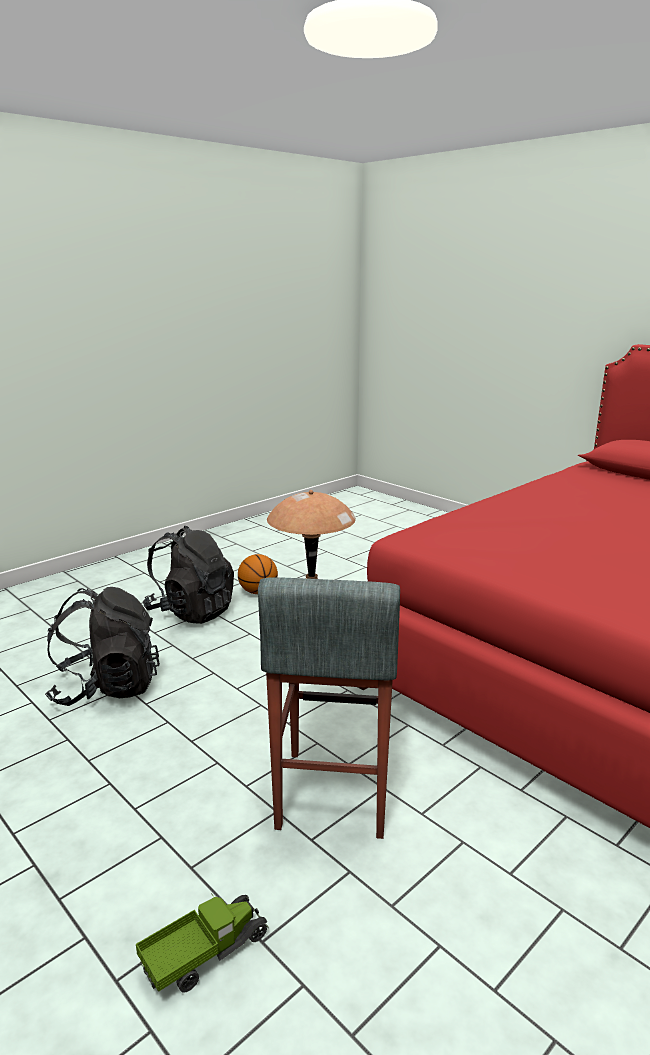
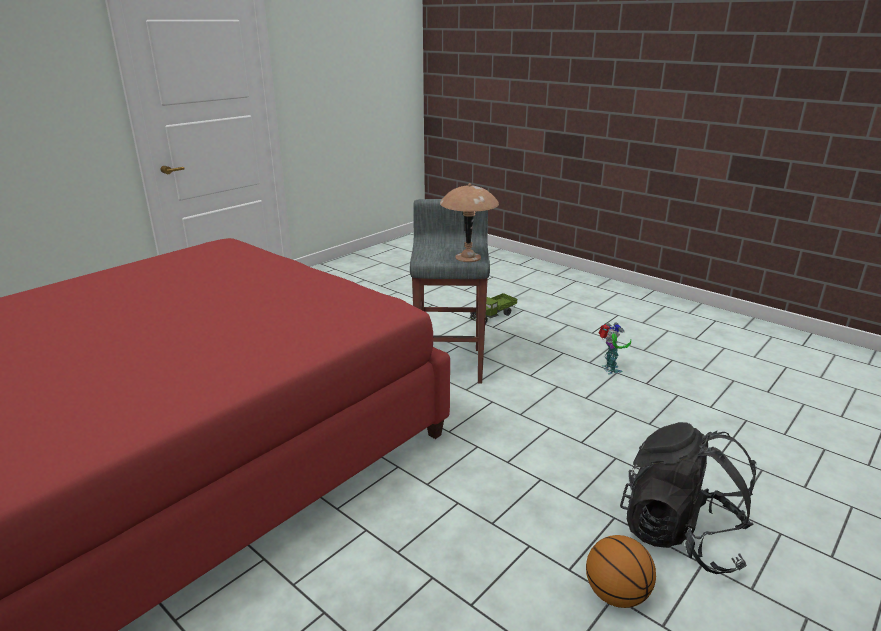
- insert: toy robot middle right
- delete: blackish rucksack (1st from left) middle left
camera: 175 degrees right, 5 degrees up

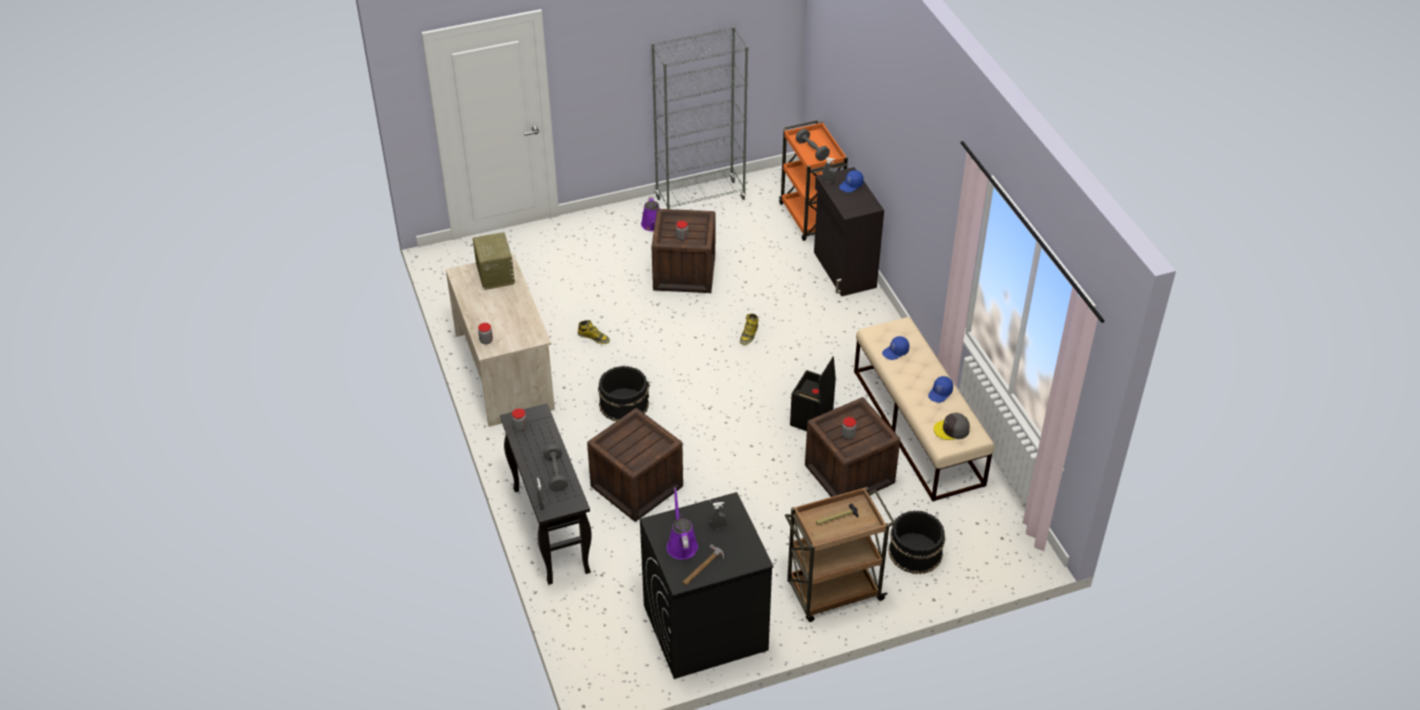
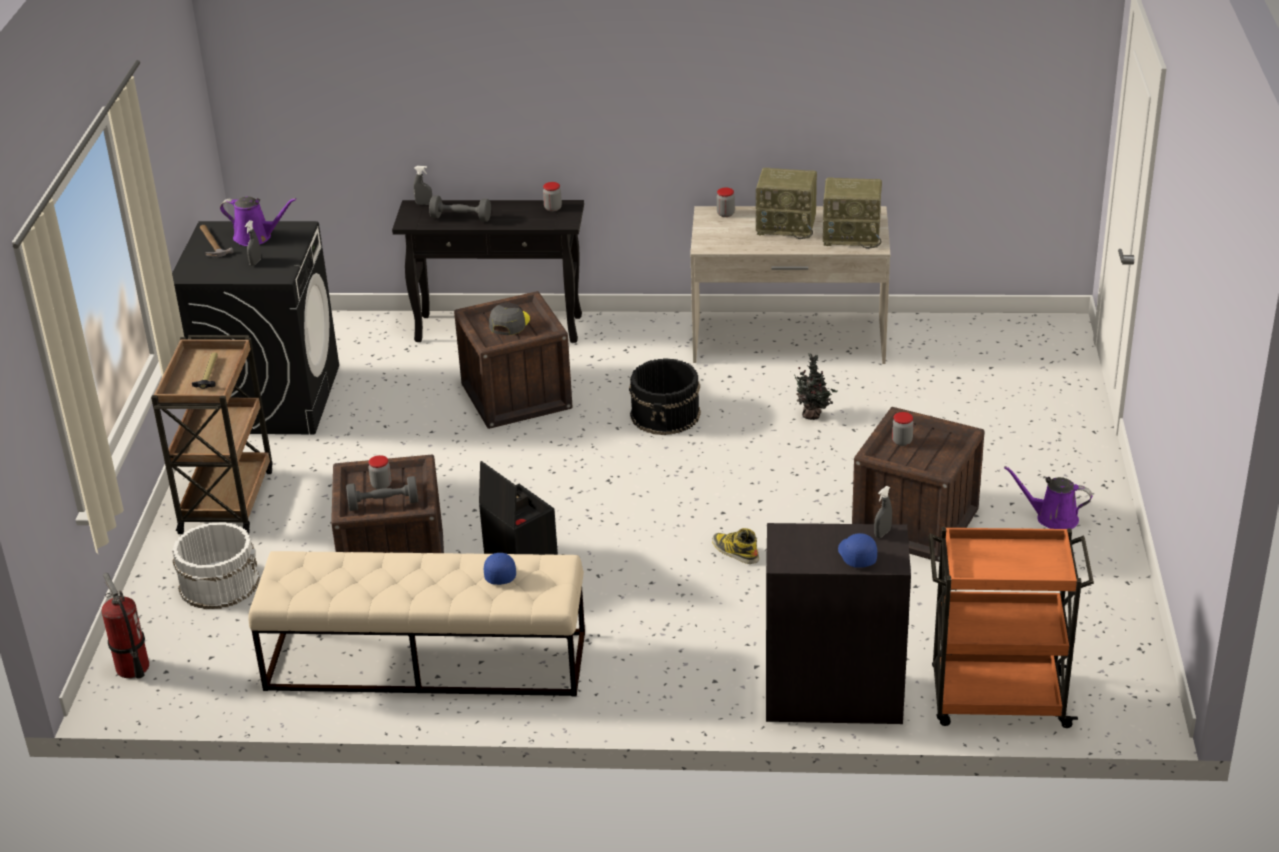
- insert: extinguisher bottom left
- recolor: blackish water bucket (2nd from left) bottom centre to white water bucket middle left
- move: greyish free weight (2nd from left in the first image) top centre to greyish free weight (1st from left) middle left
- move: greyish peaked cap middle right to centre
- insert: radio set (1st from left) top centre
- replace: boot (1st from left) centre to plant in a pot centre
- delete: greyish shelving unit top centre
- delete: blue-coloured peaked cap (3rd from left) centre
camera: 115 degrees right, 10 degrees down

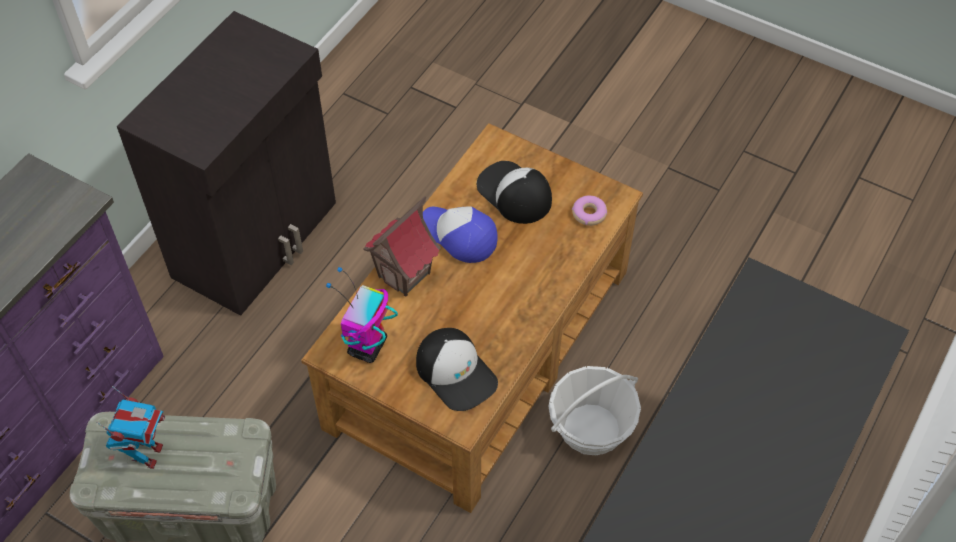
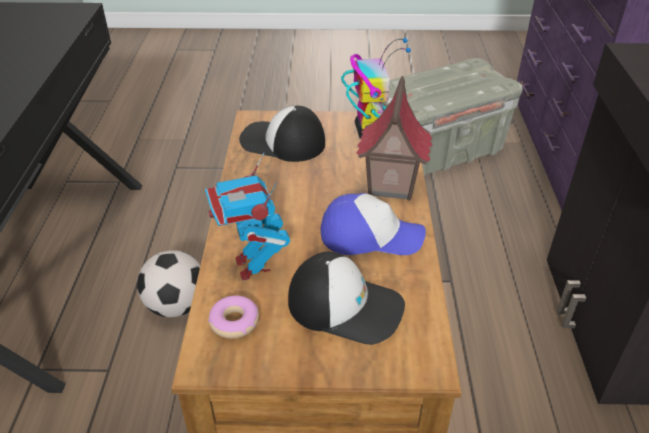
- replace: household basket bottom centre to football ball middle left
- move: toy robot (1st from left) bottom left to centre
camera: 150 degrees right, 15 degrees down

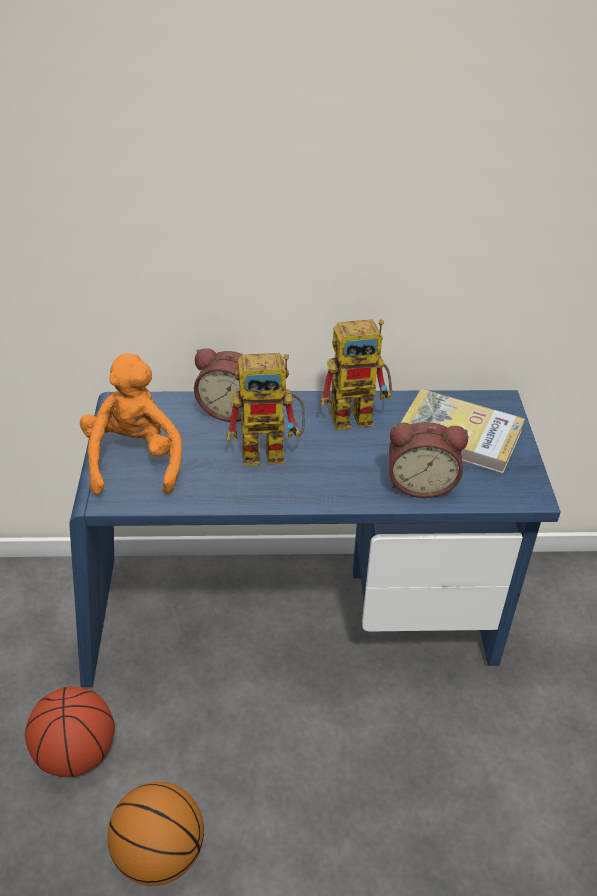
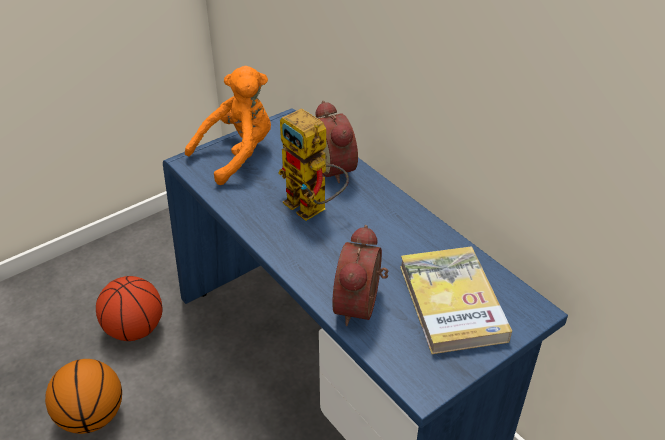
- rotate: bedside clock (2nd from left) middle right = centre 45 degrees clockwise
- delete: toy robot (2nd from left) centre
camera: 55 degrees right, 0 degrees up

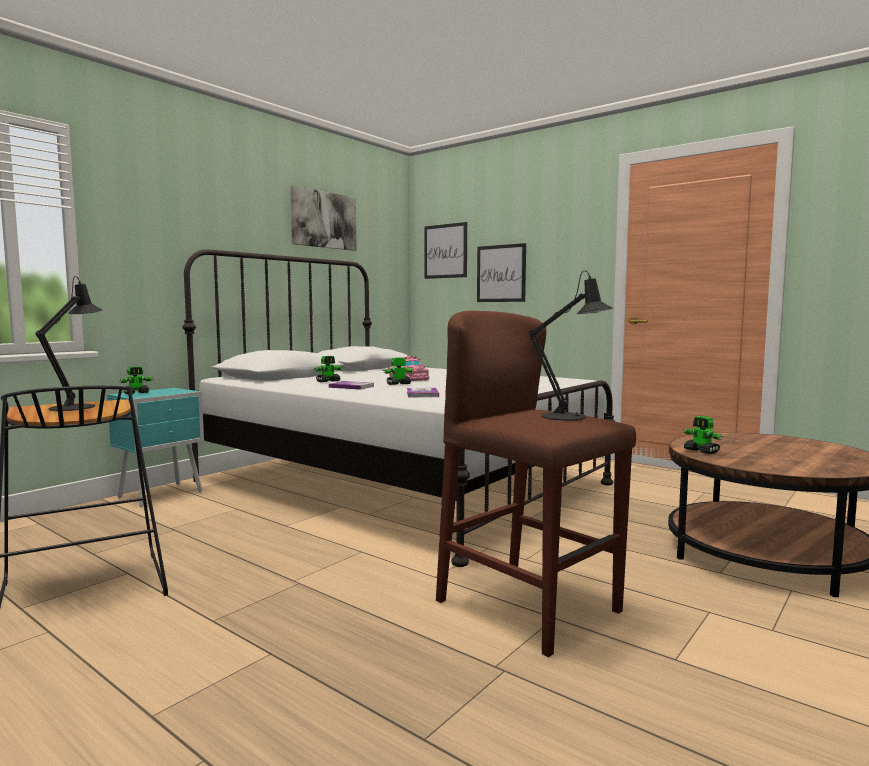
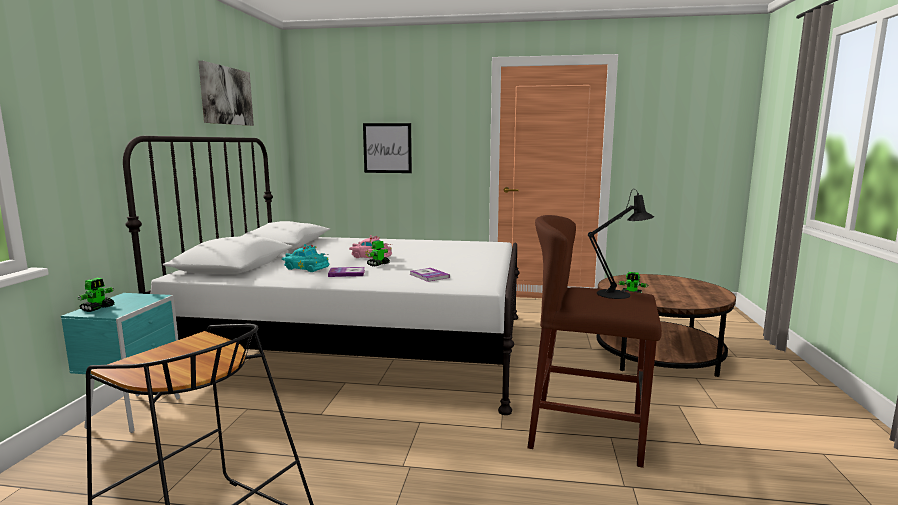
- replace: toy robot (2nd from left) centre to turquoise-coloured toy car centre
- delete: blackish table lamp (1st from left) middle left
- delete: wall art (2nd from left) top centre
camera: 30 degrees left, 5 degrees up

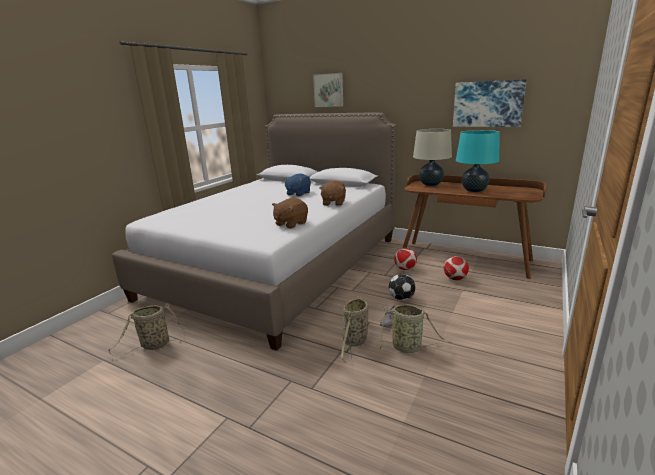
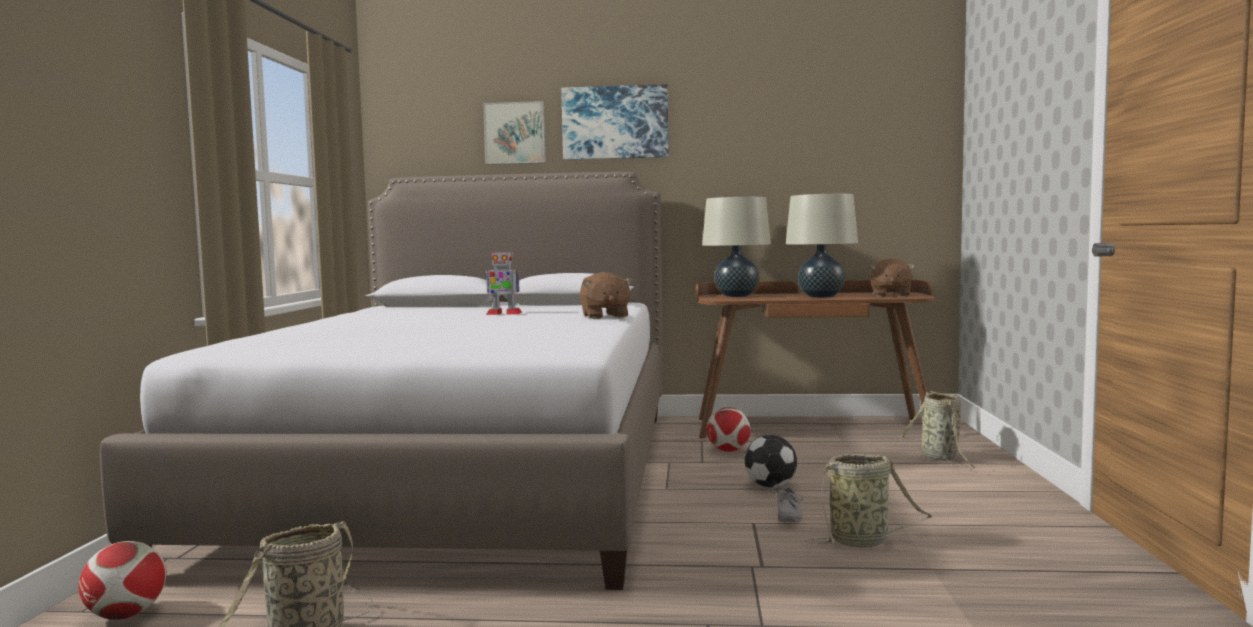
- move: football ball (3rd from left in the first image) middle right to football ball (1st from left) bottom left
- replace: blue-coloured plush toy centre to toy robot centre
- move: wall art (2nd from left) top right to top centre
- recolor: turquoise-coloured table lamp middle right to beige-coloured table lamp (2nd from left) centre
- move: brownish plush toy (1st from left in the first image) centre to brownish plush toy (2nd from left) middle right
- move: household basket (2nd from left in the first image) bottom centre to household basket (3rd from left) bottom right
camera: 25 degrees left, 15 degrees down

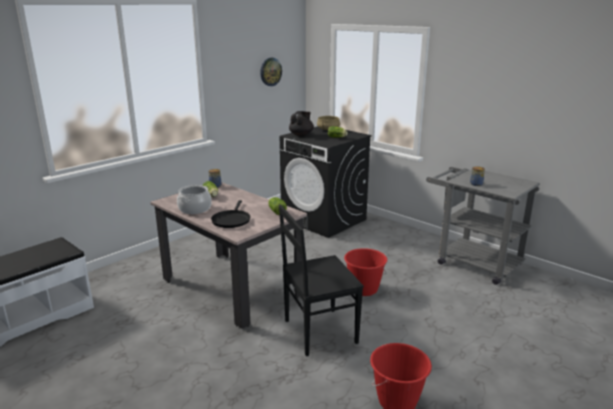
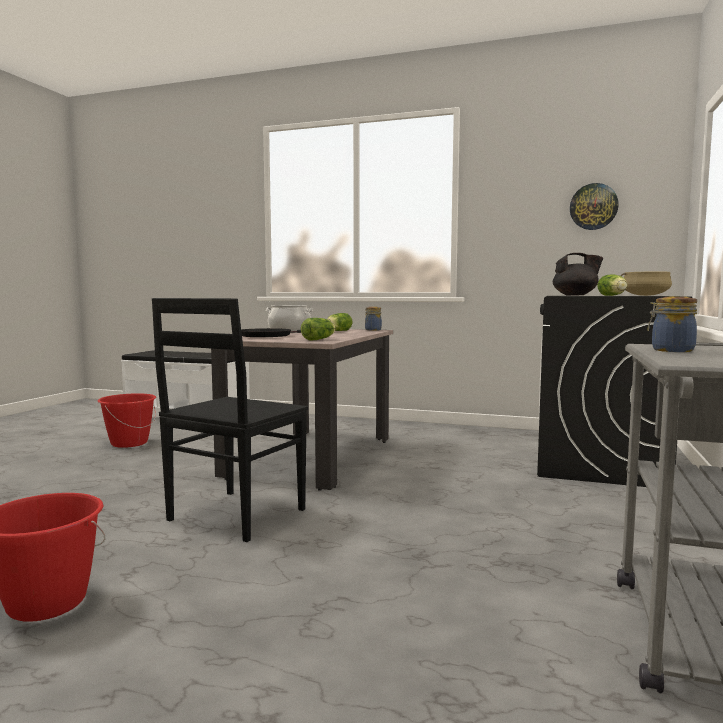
- move: red water bucket (1st from left in the first image) centre to red water bucket (2nd from left) middle left
- rotate: blackish plain chair bottom centre = middle left 105 degrees counterclockwise
camera: 65 degrees right, 15 degrees down

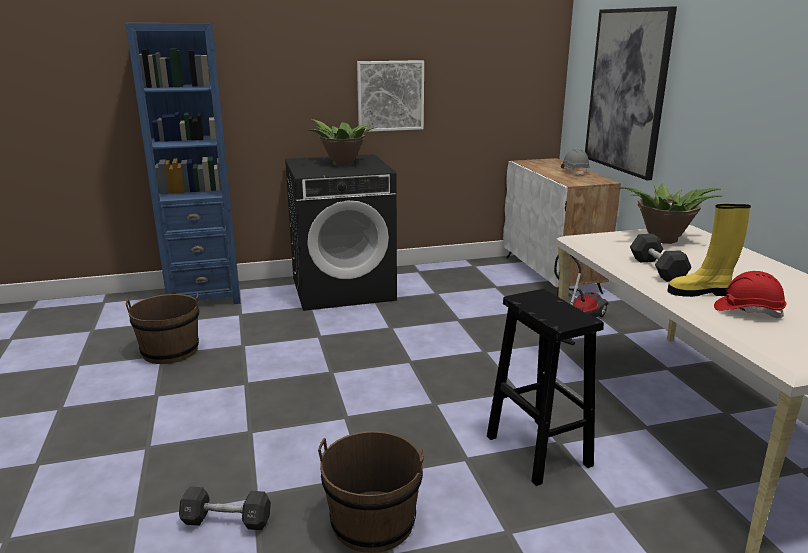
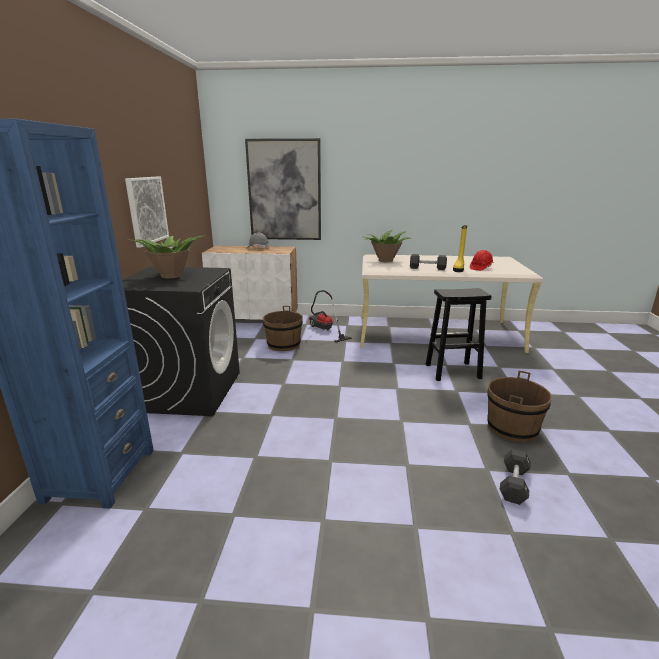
- move: brownish water bucket (1st from left) middle left to centre
camera: 70 degrees left, 0 degrees up

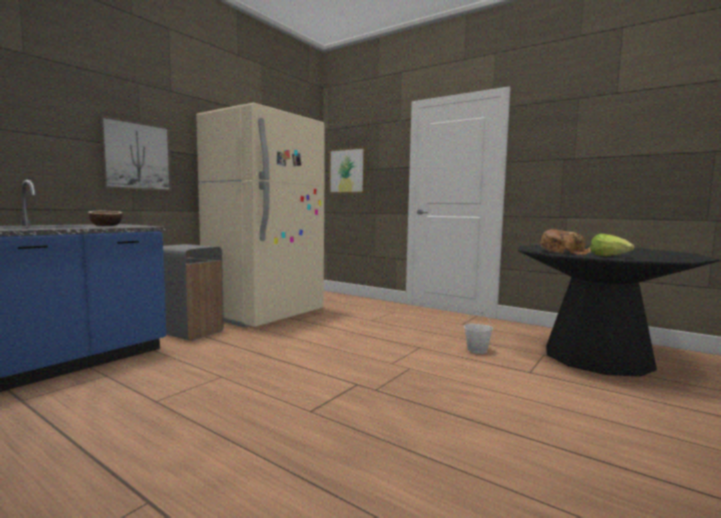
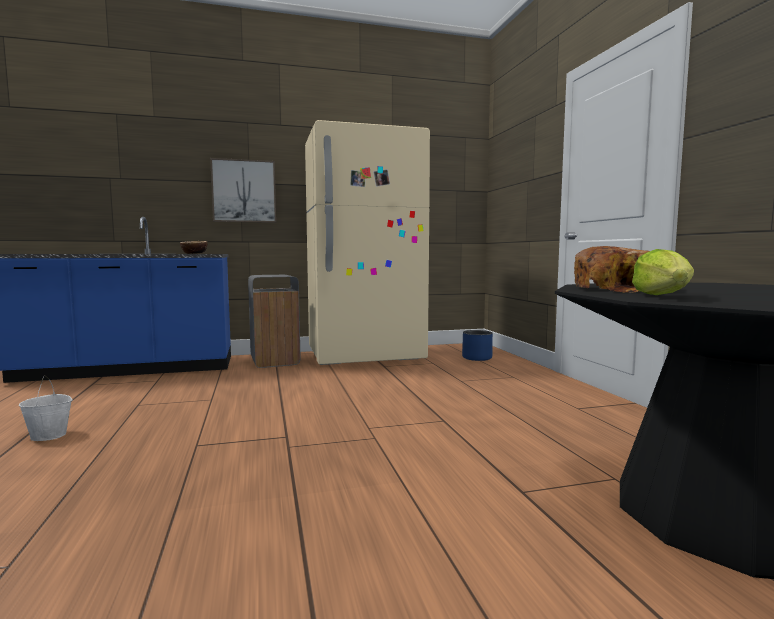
- move: white water bucket centre to middle left
- insert: blue-coloured flower pot centre
- delete: wall art (2nd from left) top centre
camera: 40 degrees right, 0 degrees up

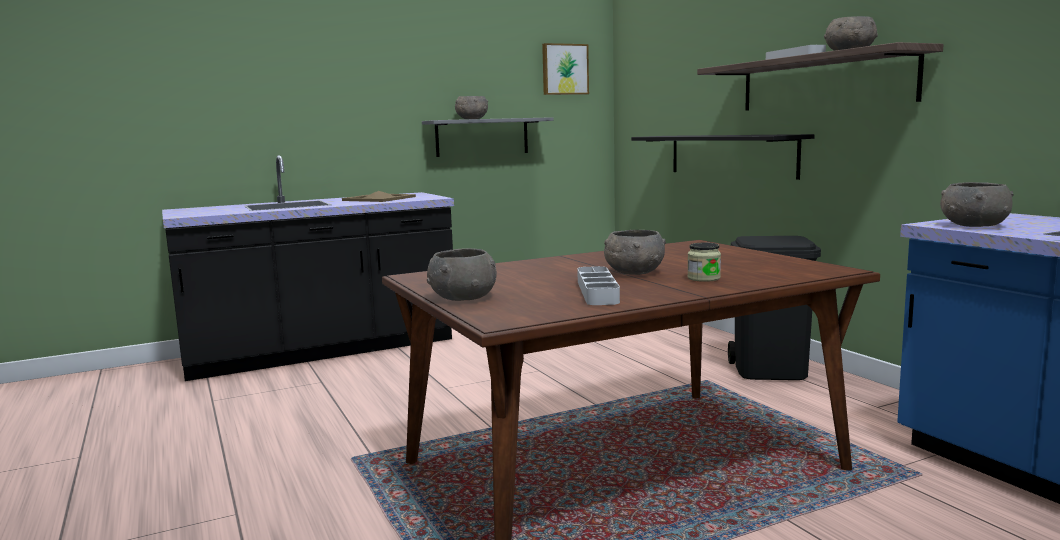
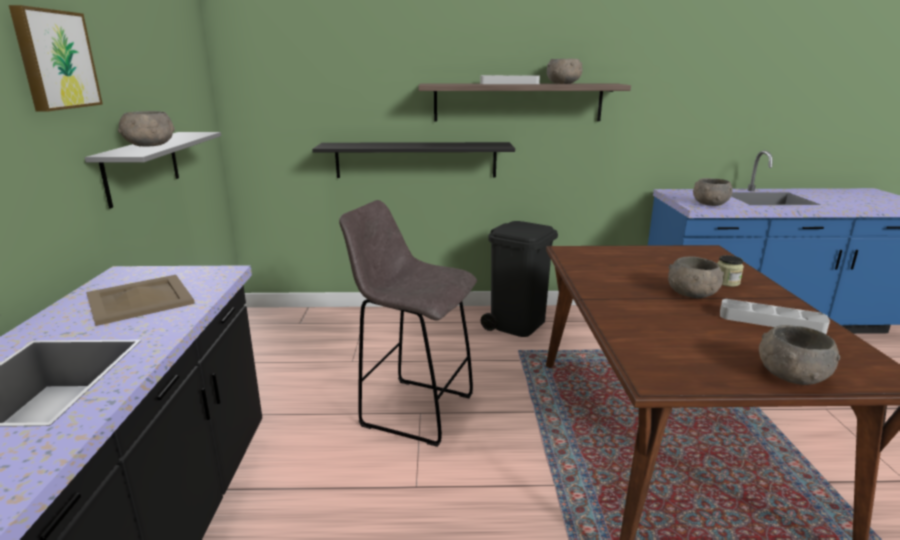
- move: wall art top centre to top left
- insert: greyish stool centre
camera: 65 degrees left, 10 degrees up

